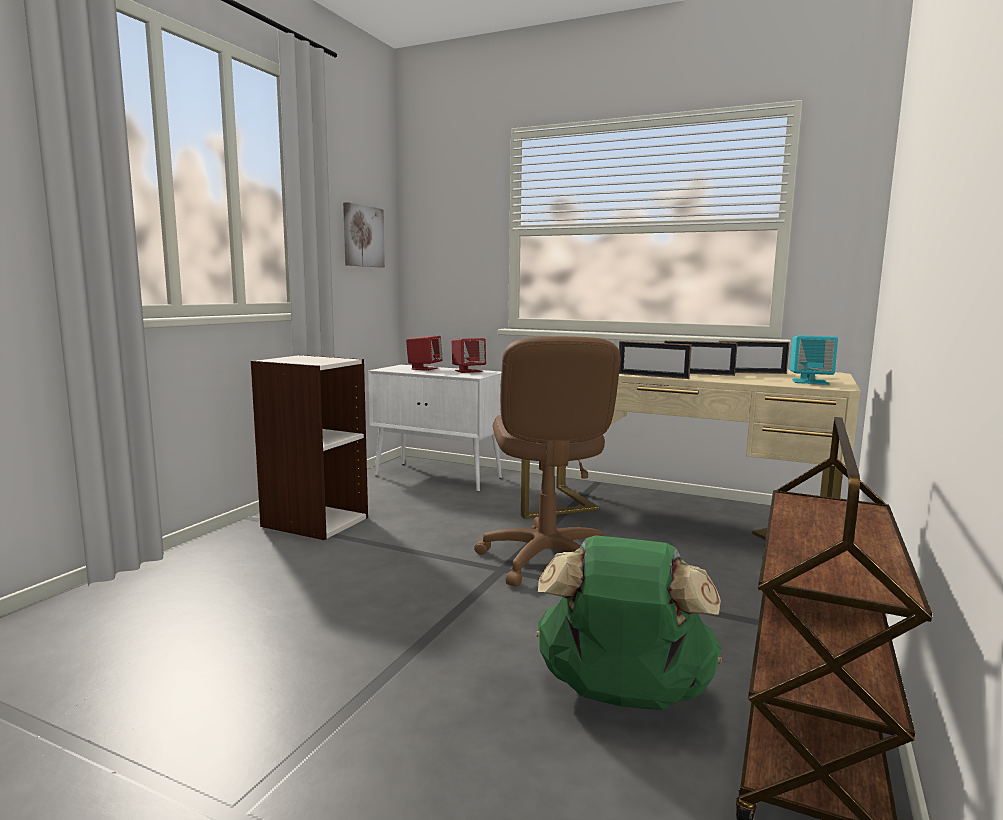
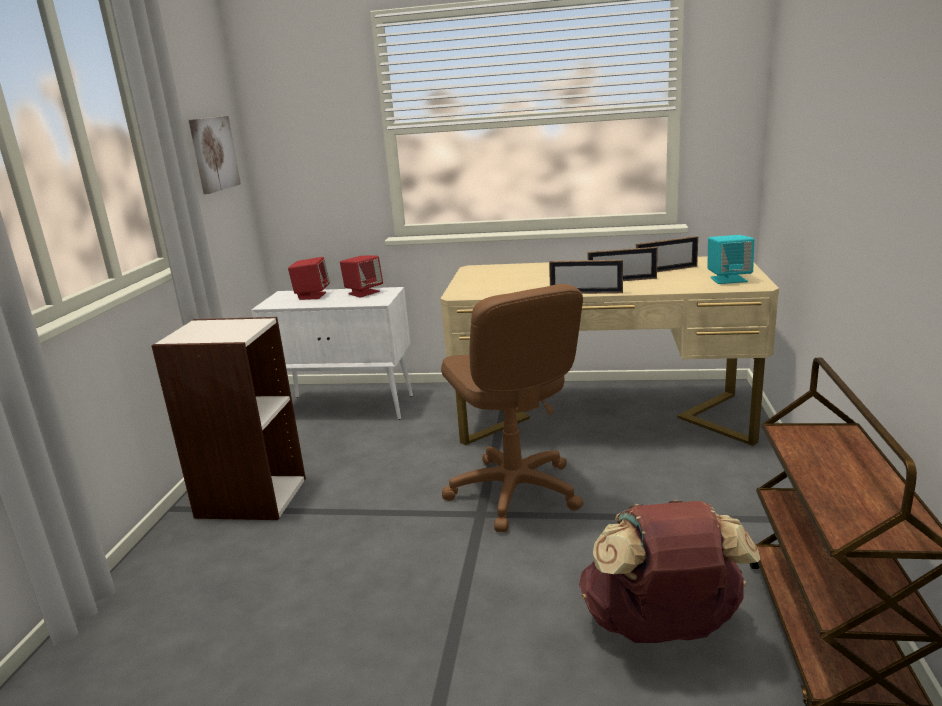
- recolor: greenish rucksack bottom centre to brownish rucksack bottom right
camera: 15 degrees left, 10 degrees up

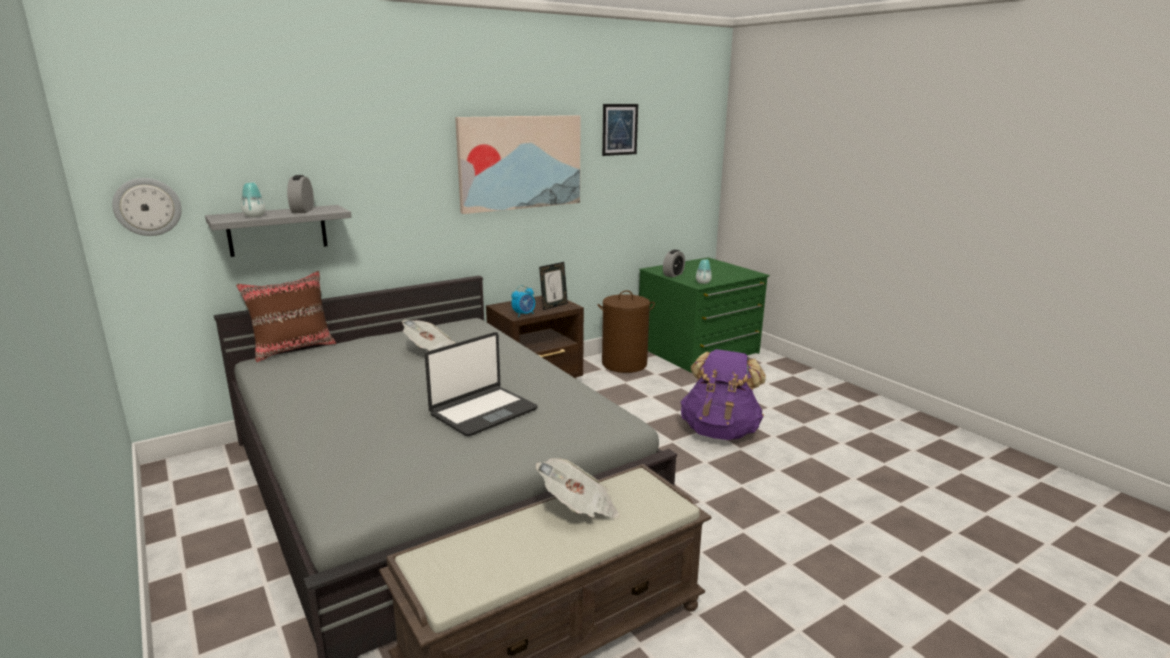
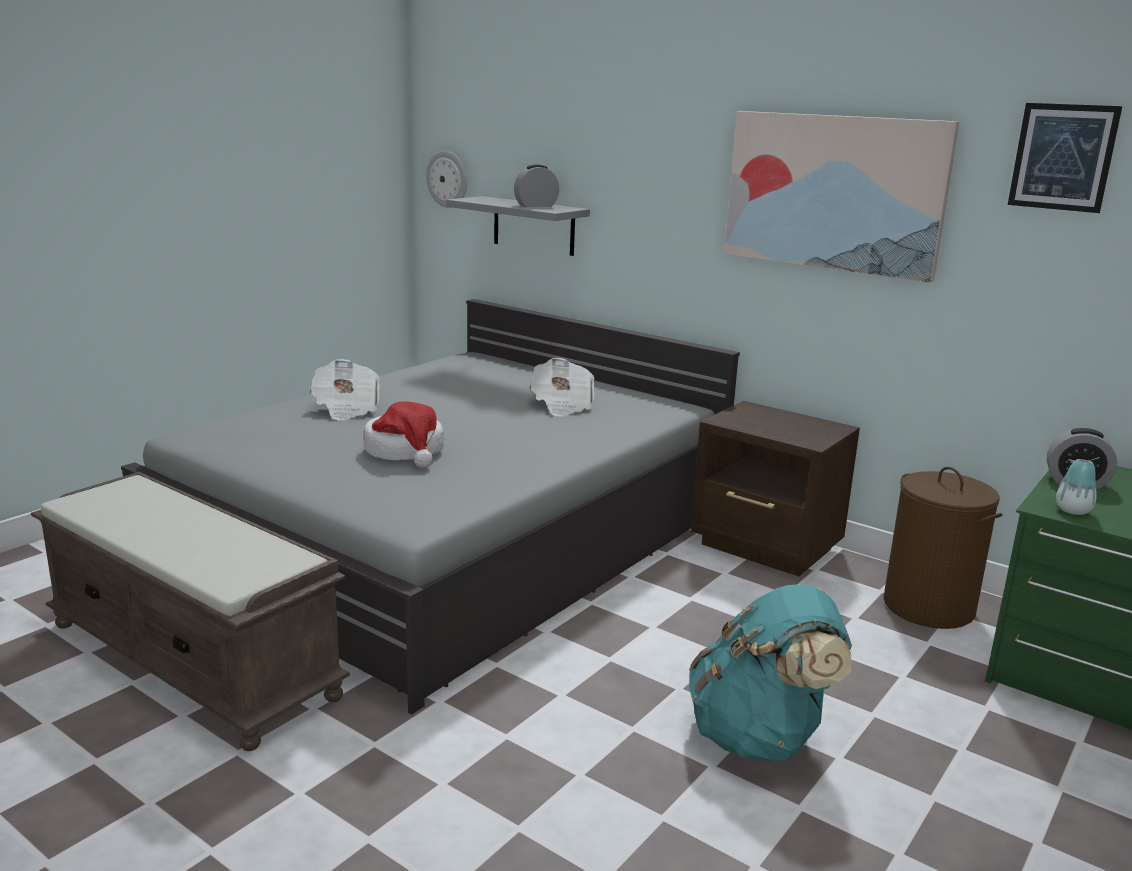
- move: printed paper (2nd from left in the first image) bottom centre to printed paper (1st from left) middle left
- replace: notebook computer centre to wearable hat centre
- recolor: purple-coloured rucksack centre to turquoise-coloured rucksack bottom right
- delete: brownish throw pillow middle left
- delete: vase (1st from left) top left
- delete: bedside clock (2nd from left) centre
- delete: standing frame centre
camera: 70 degrees right, 0 degrees up

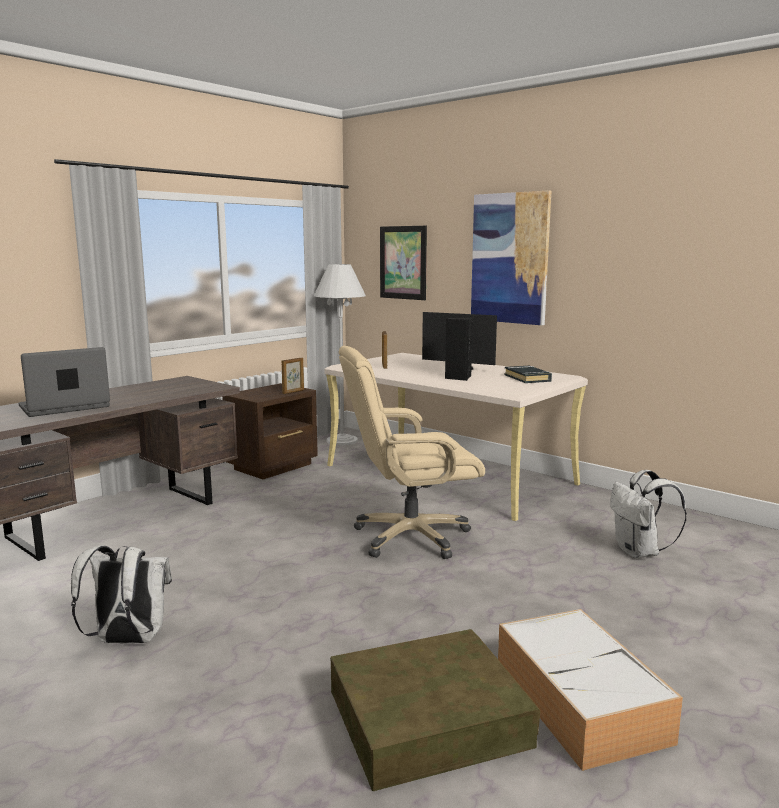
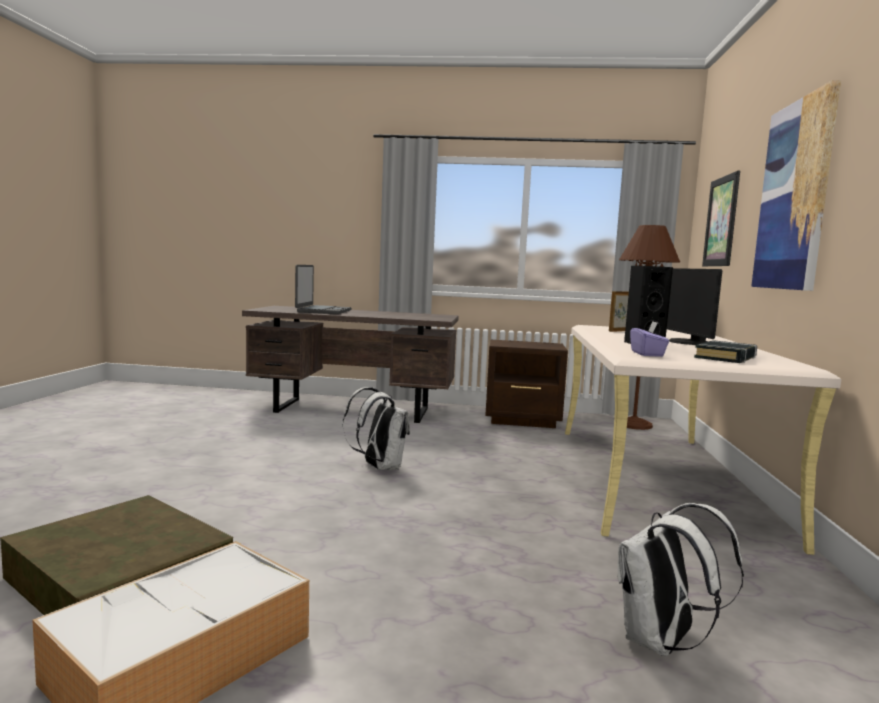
- rotate: notebook computer middle left = centre 75 degrees clockwise
- move: white rucksack (1st from left) bottom left to centre
- recolor: white standard lamp centre to brownish standard lamp middle right
- insert: purple-coloured tissue holder middle right
- delete: standing frame (1st from left) centre
- delete: beige-coloured office chair centre
camera: 55 degrees right, 5 degrees down

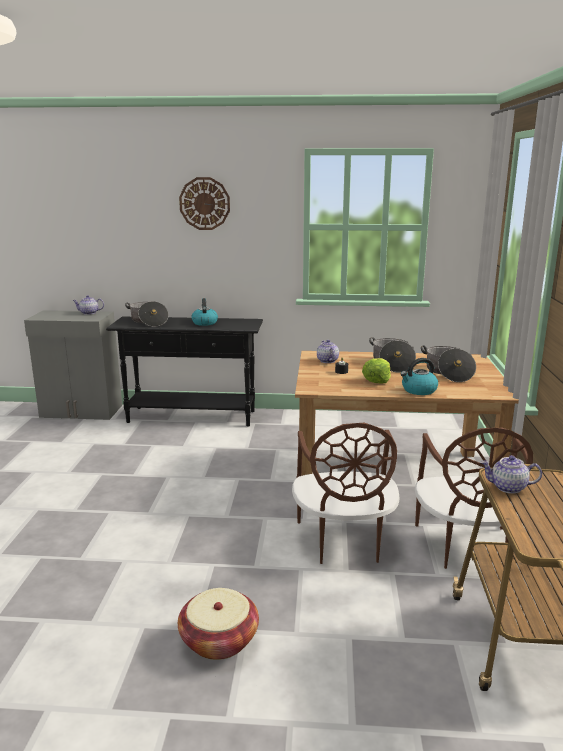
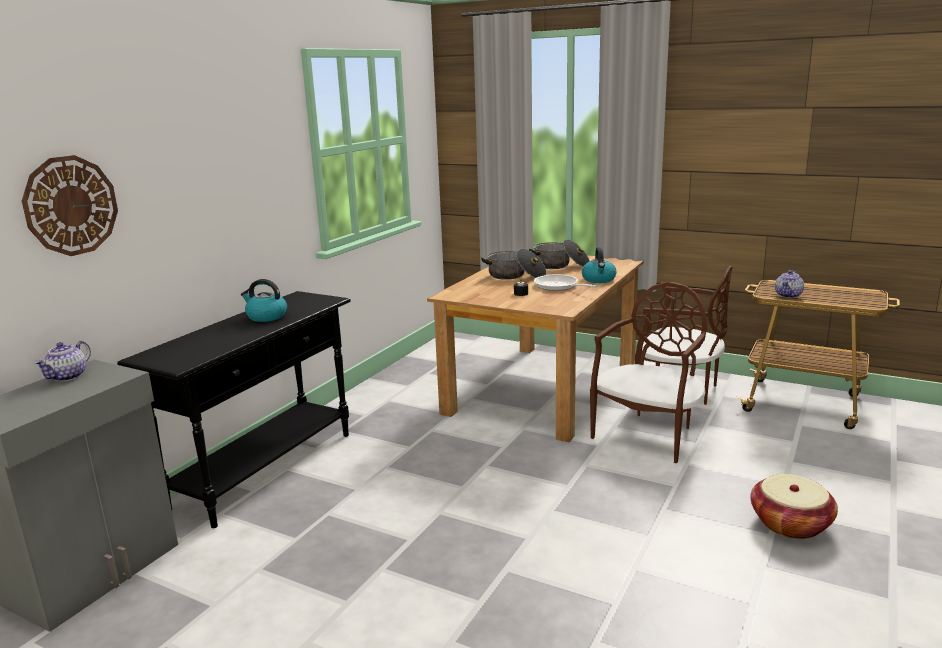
- move: clock on the wall top centre to top left
- replace: lettuce middle right to frying pan centre
- rotate: brownish plain chair (1st from left) centre = middle right 75 degrees counterclockwise
- delete: stockpot (1st from left) middle left
- delete: pot for tea (2nd from left) centre
camera: 65 degrees left, 0 degrees up

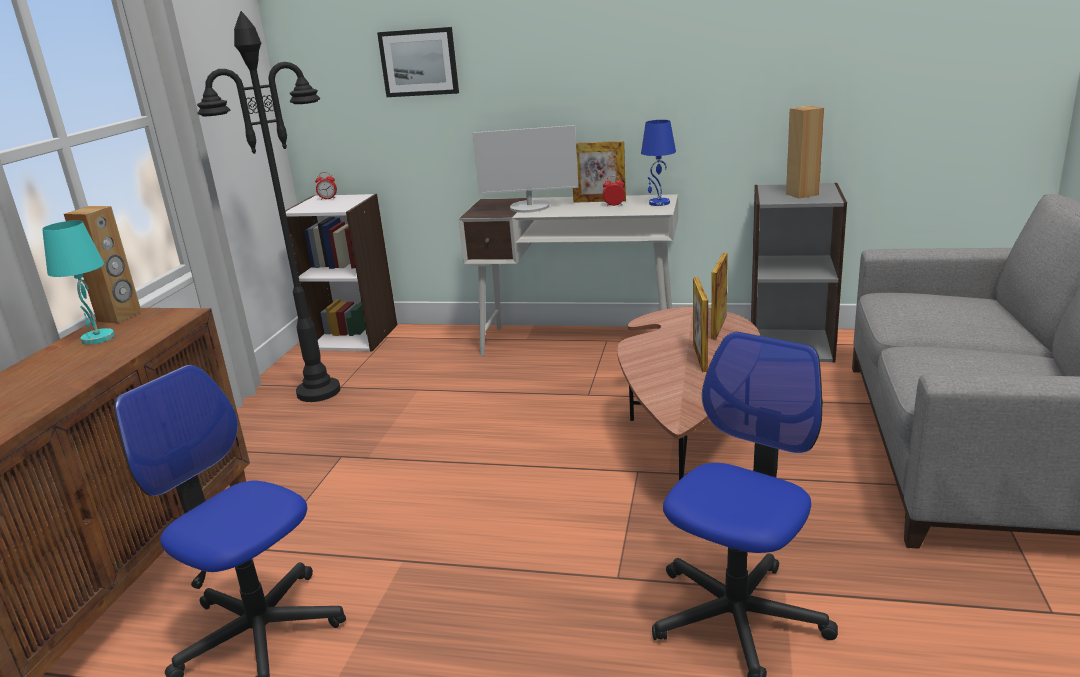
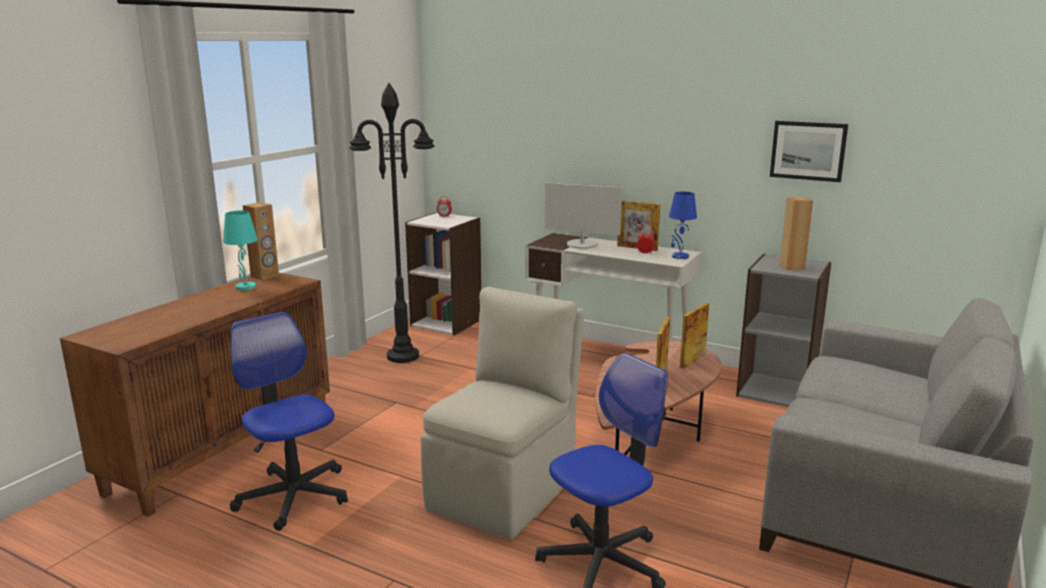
- insert: beige-coloured plain chair bottom centre
- move: wall art top centre to top right
camera: 15 degrees right, 5 degrees down

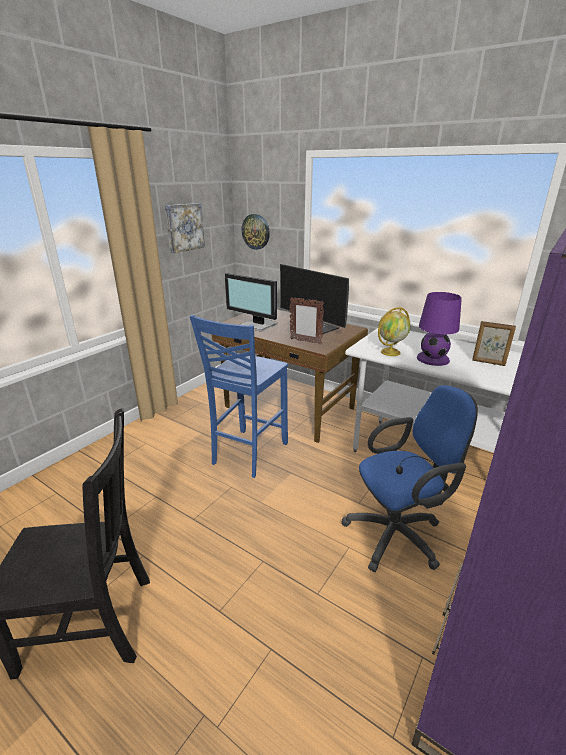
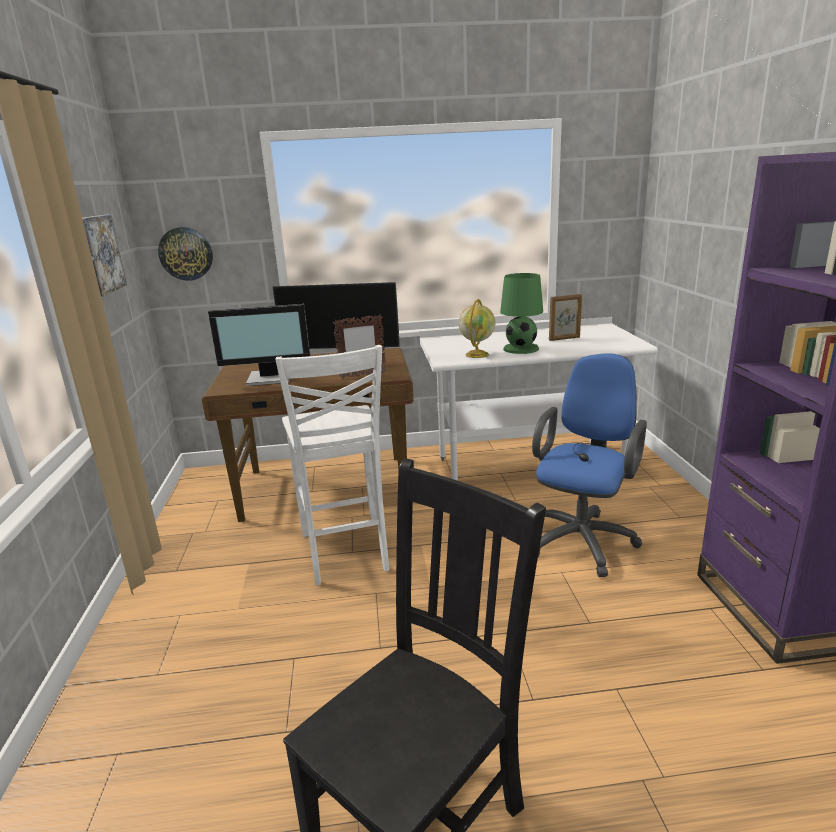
- recolor: blue-coloured plain chair centre to white plain chair centre
- recolor: purple-coloured table lamp middle right to greenish table lamp centre
camera: 40 degrees left, 5 degrees down

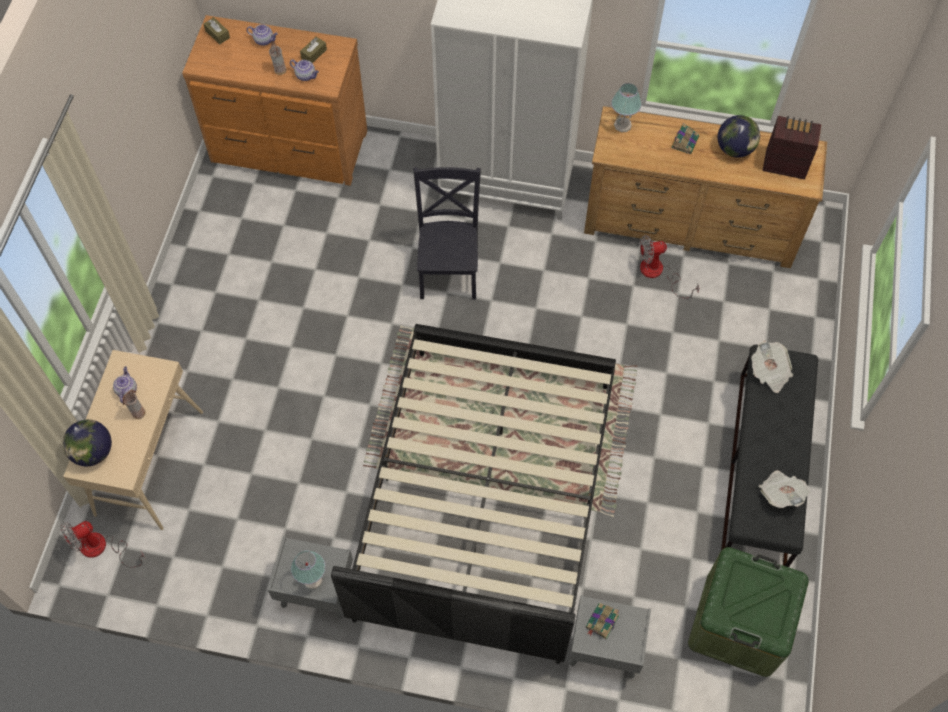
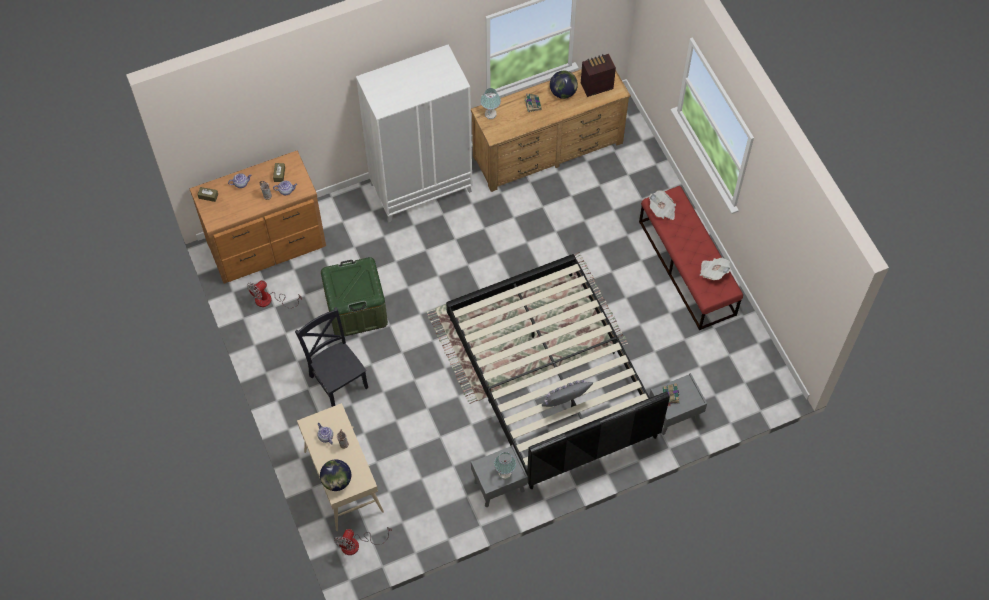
- move: fan (2nd from left in the first image) middle right to fan (1st from left) middle left
- move: blackish plain chair top centre to centre
- move: greenish storage bin bottom right to centre
- insert: greyish throw pillow centre
- recolor: blackish indoor bench middle right to red indoor bench middle right
camera: 35 degrees left, 0 degrees up

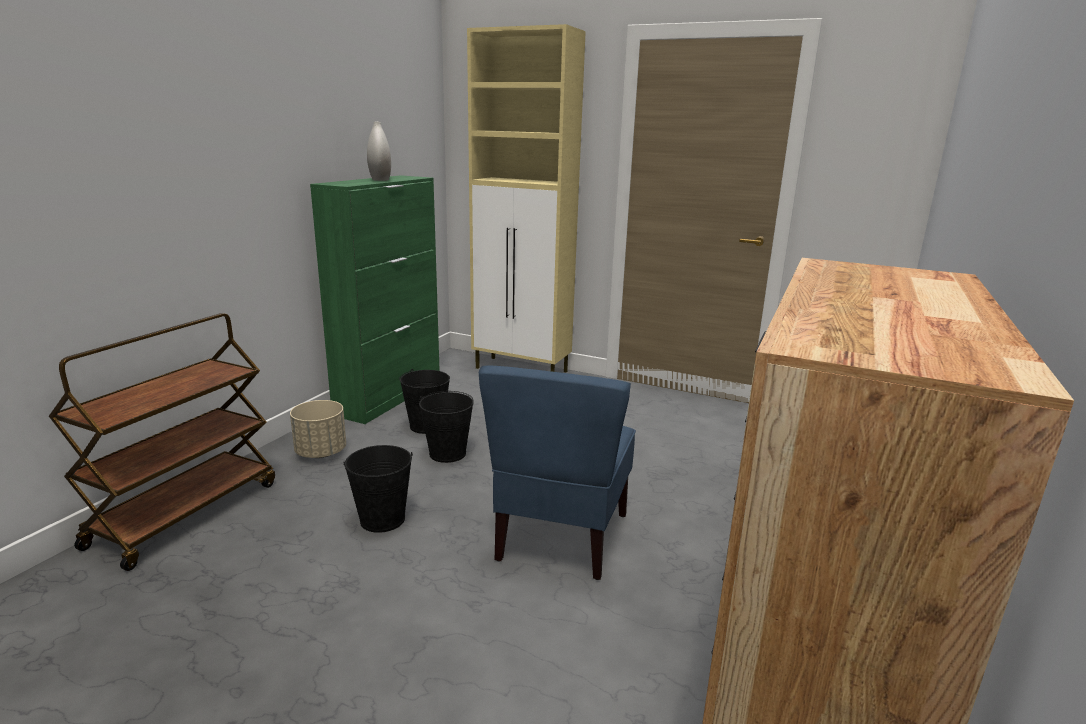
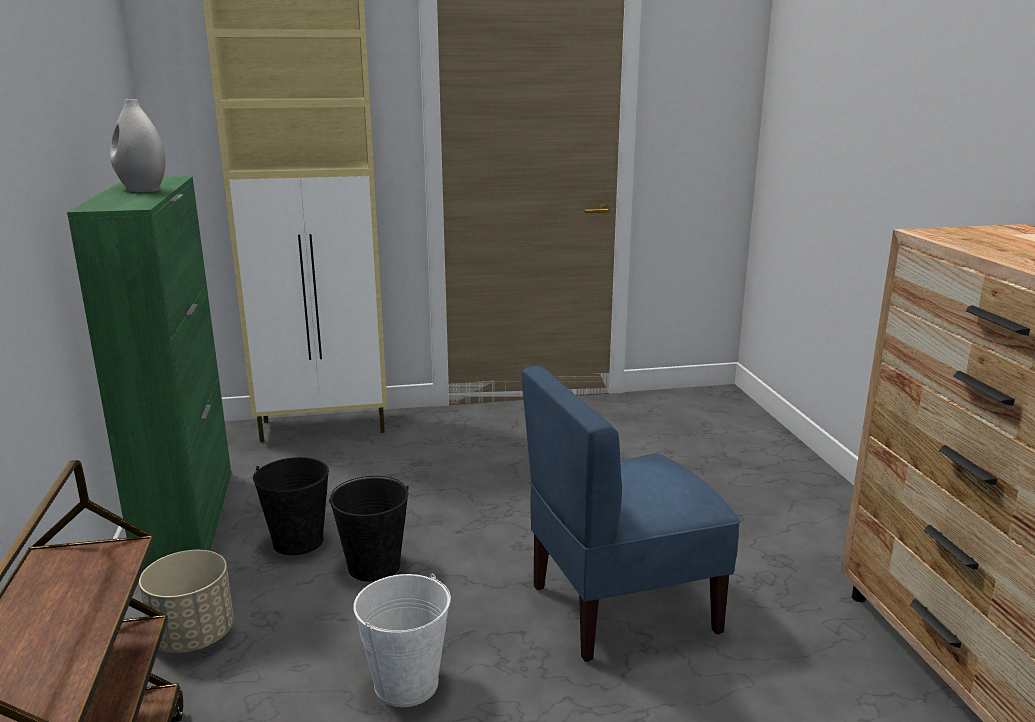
- recolor: blackish water bucket (1st from left) bottom centre to white water bucket bottom centre
- rotate: blue-coloured plain chair centre = bottom centre 90 degrees clockwise
camera: 35 degrees left, 0 degrees up

